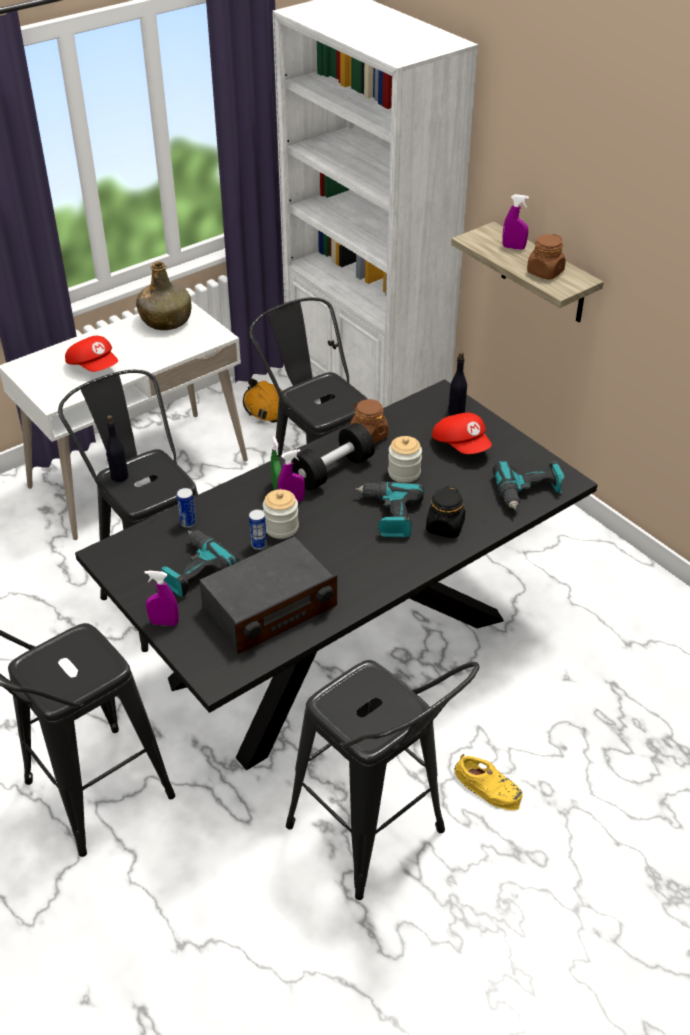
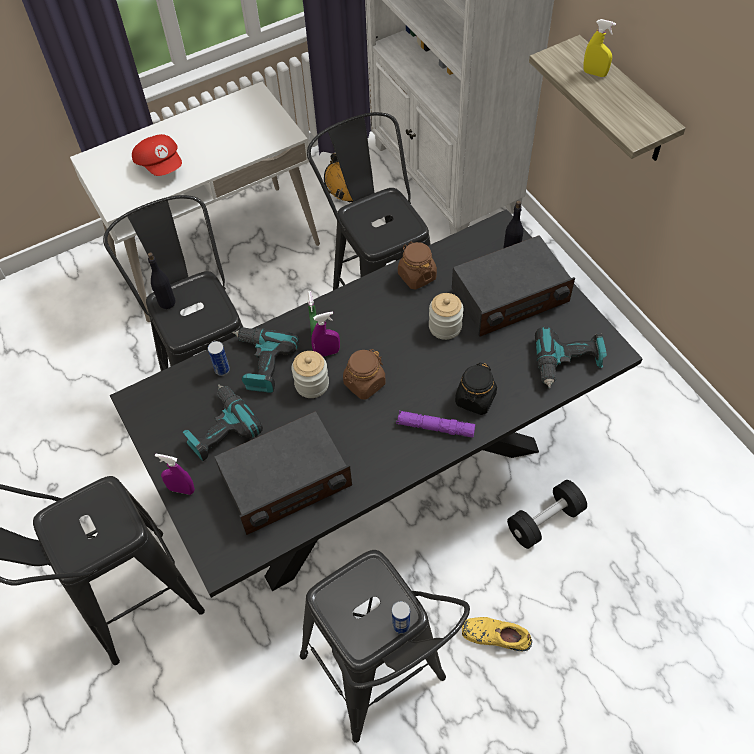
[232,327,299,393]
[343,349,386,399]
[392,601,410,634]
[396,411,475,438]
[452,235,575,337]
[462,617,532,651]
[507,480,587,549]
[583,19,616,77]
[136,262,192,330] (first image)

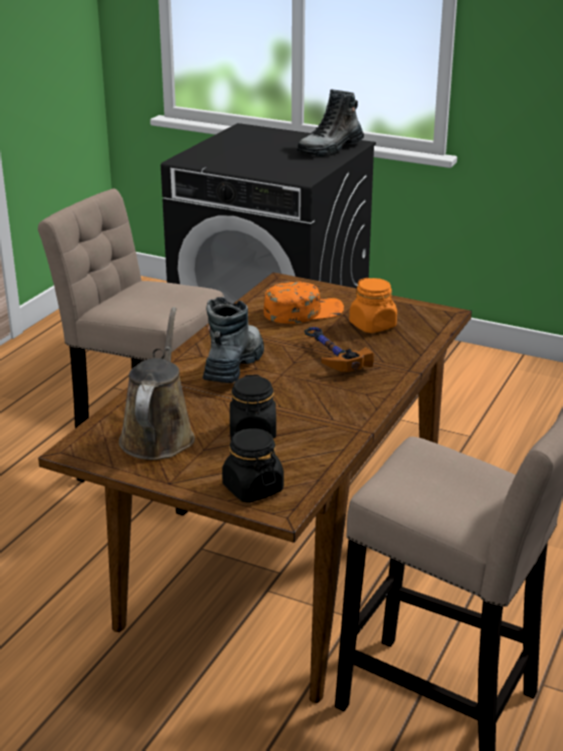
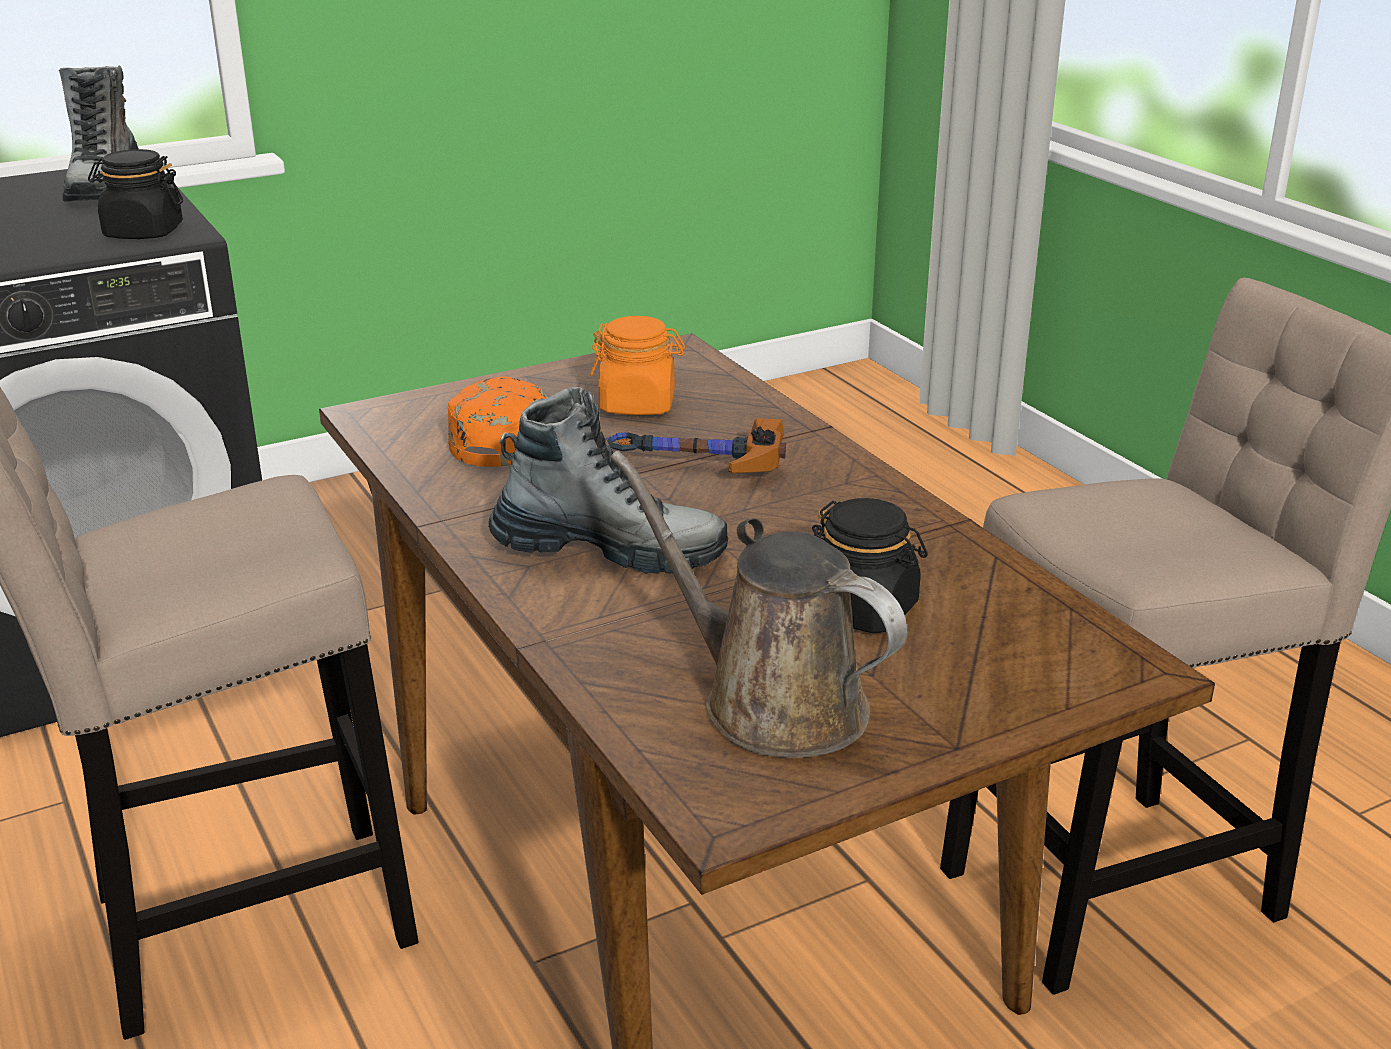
[88,149,183,239]
[489,387,728,574]

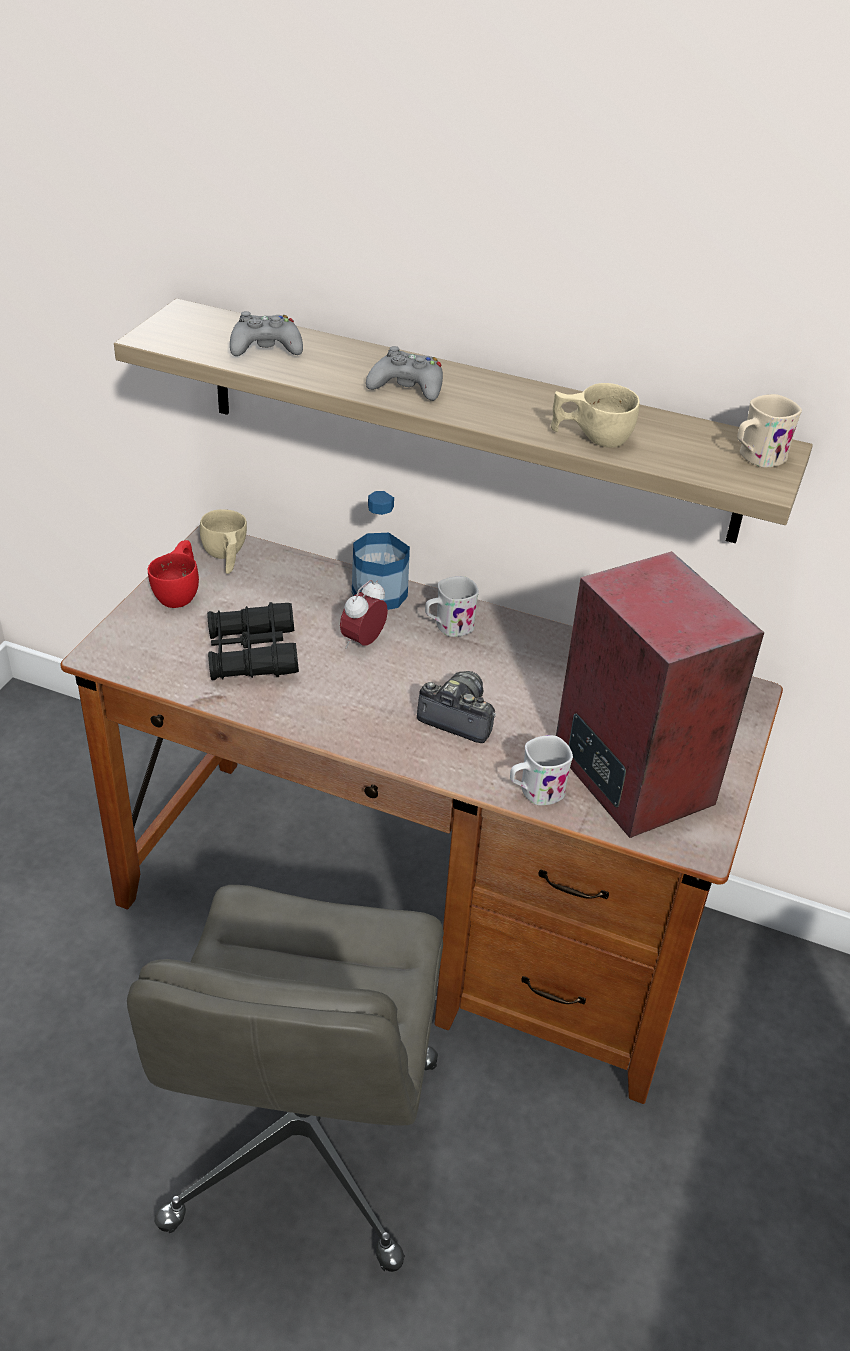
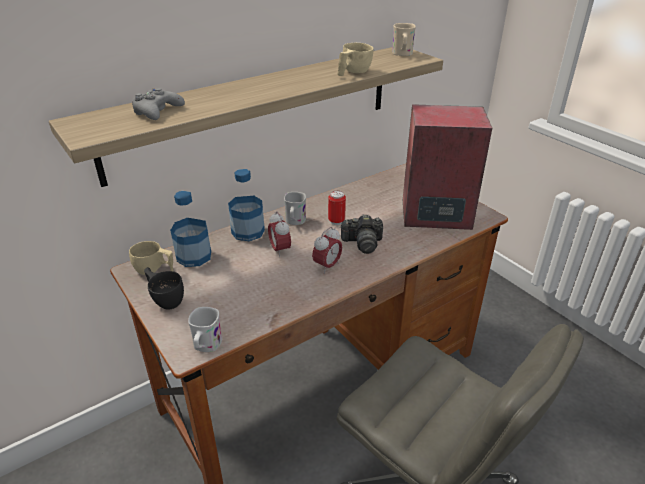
[144,267,184,310]
[170,191,211,267]
[188,307,222,352]
[312,227,342,274]
[328,191,346,225]
[340,215,383,254]
[207,602,299,680] (first image)
[366,346,443,401] (first image)

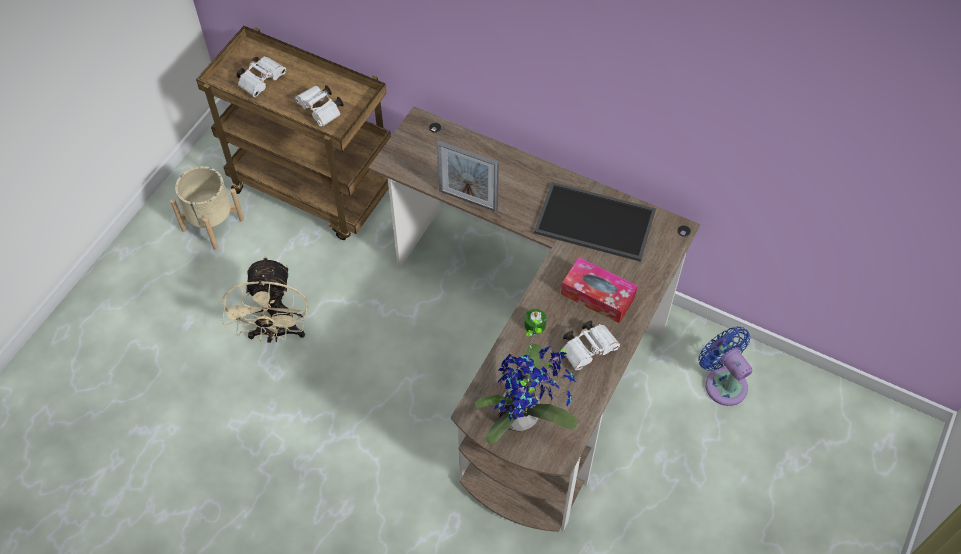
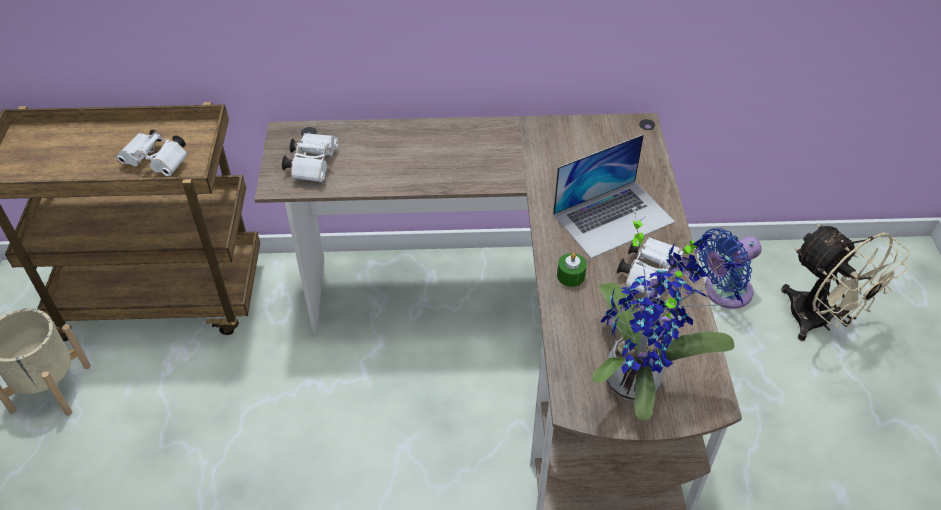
[282,133,338,182]
[553,134,675,258]
[698,228,762,309]
[781,224,910,341]
[437,140,499,212] (first image)
[534,182,656,262] (first image)

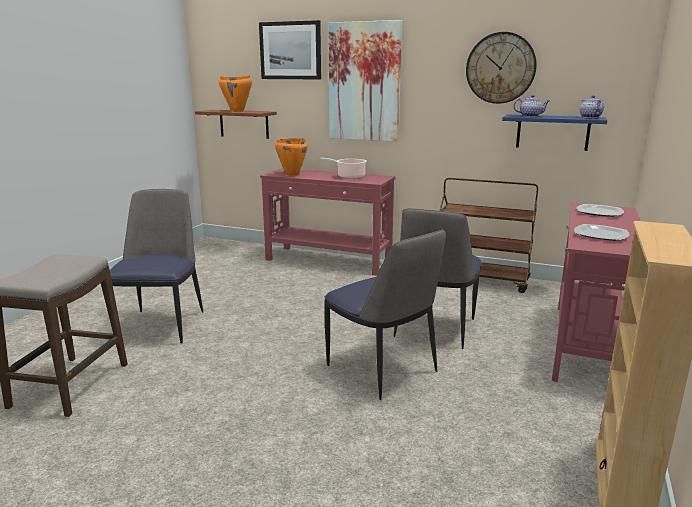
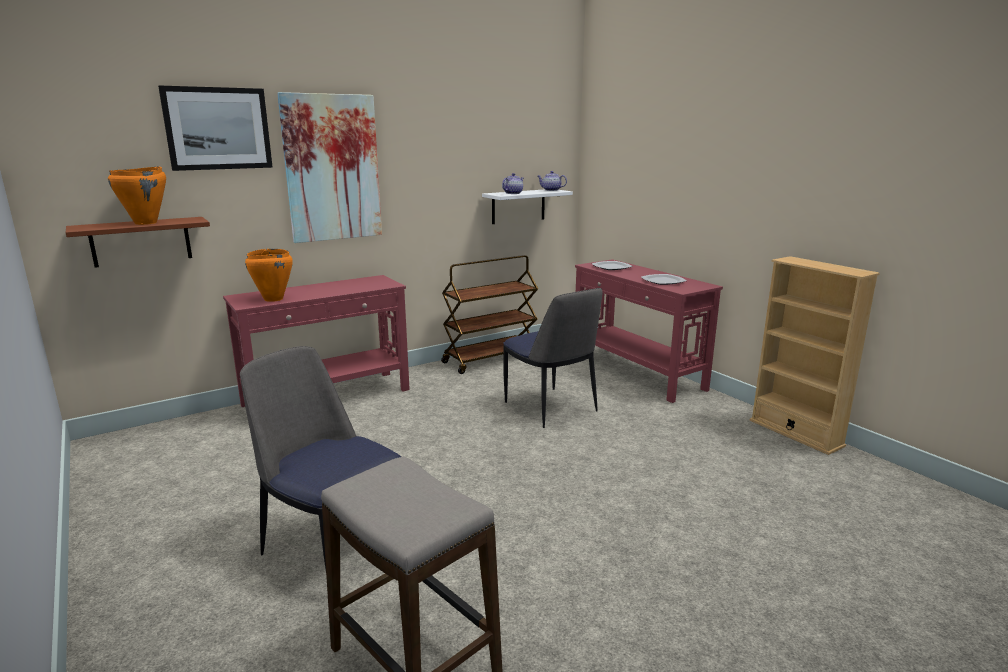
[482,189,573,224]
[319,158,367,179] (first image)
[324,229,446,400] (first image)
[466,32,537,104] (first image)

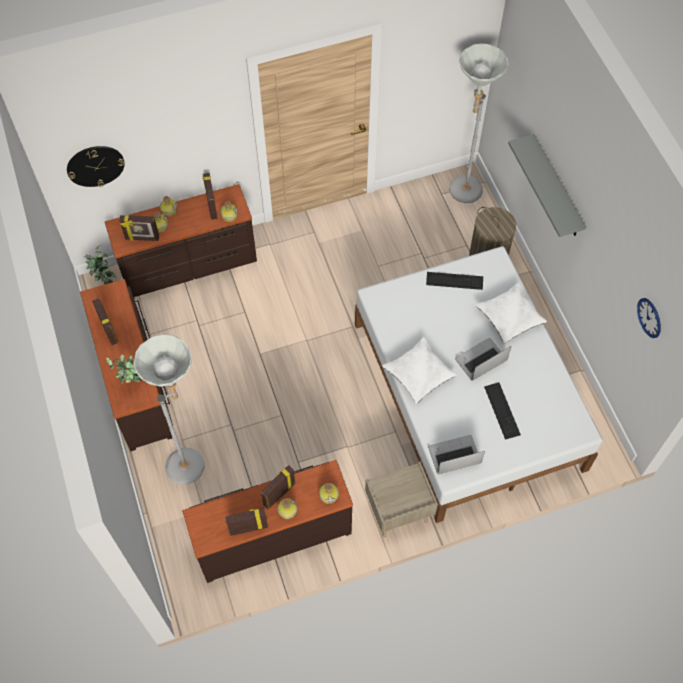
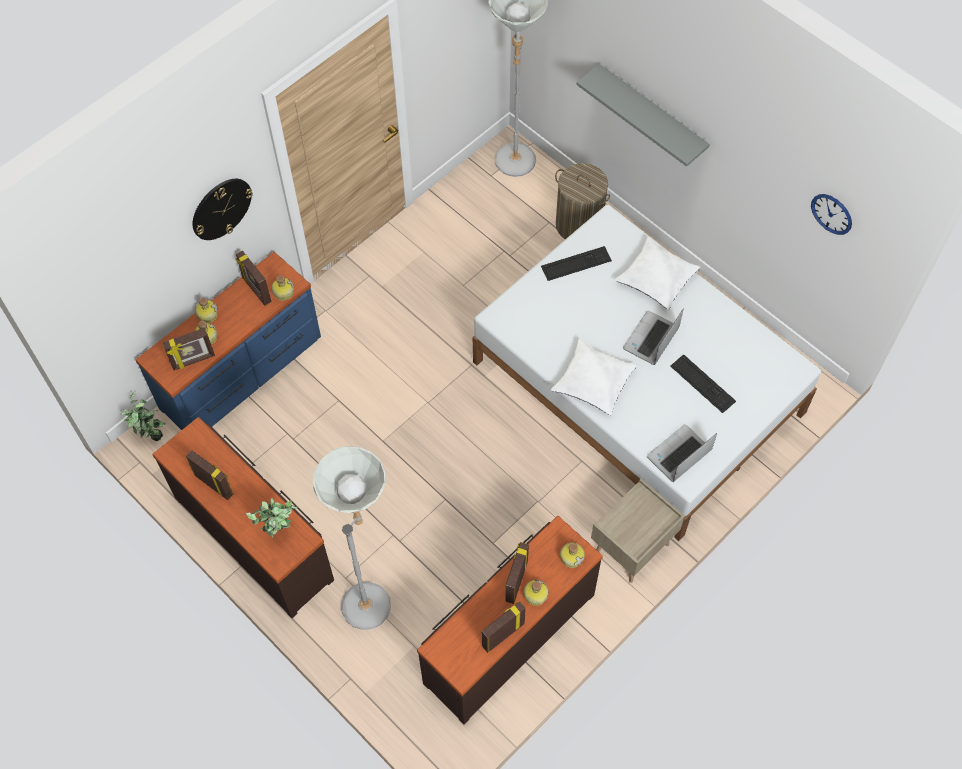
[136,252,321,430]
[192,179,253,240]

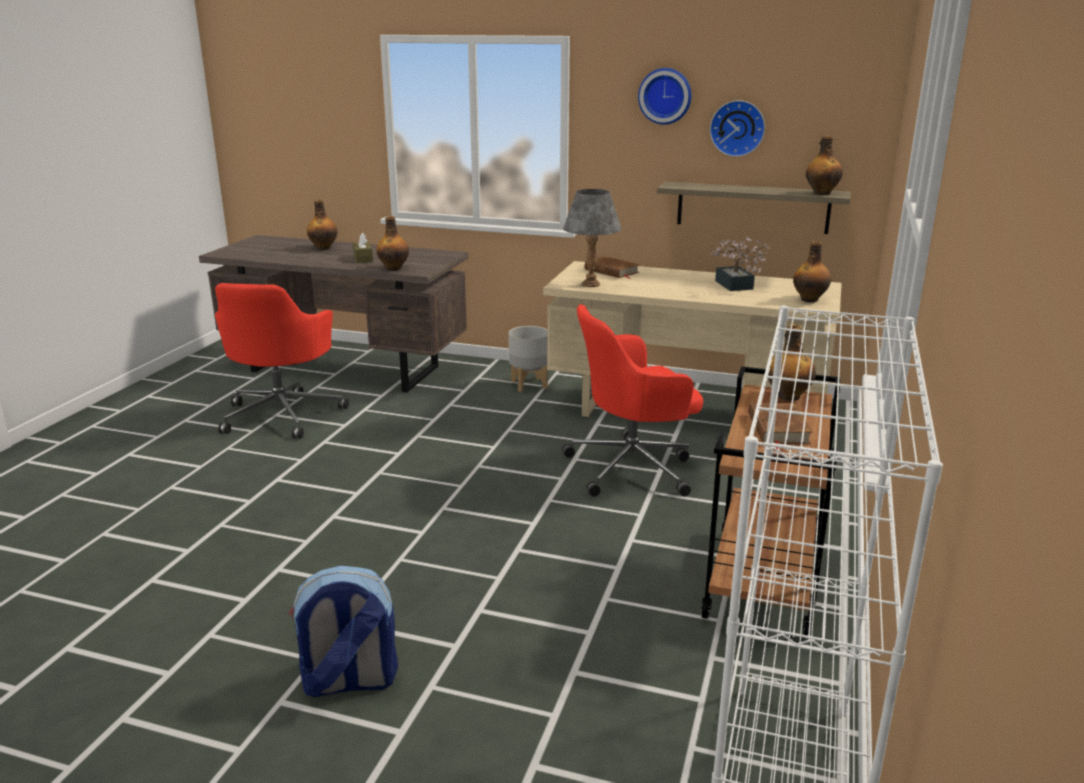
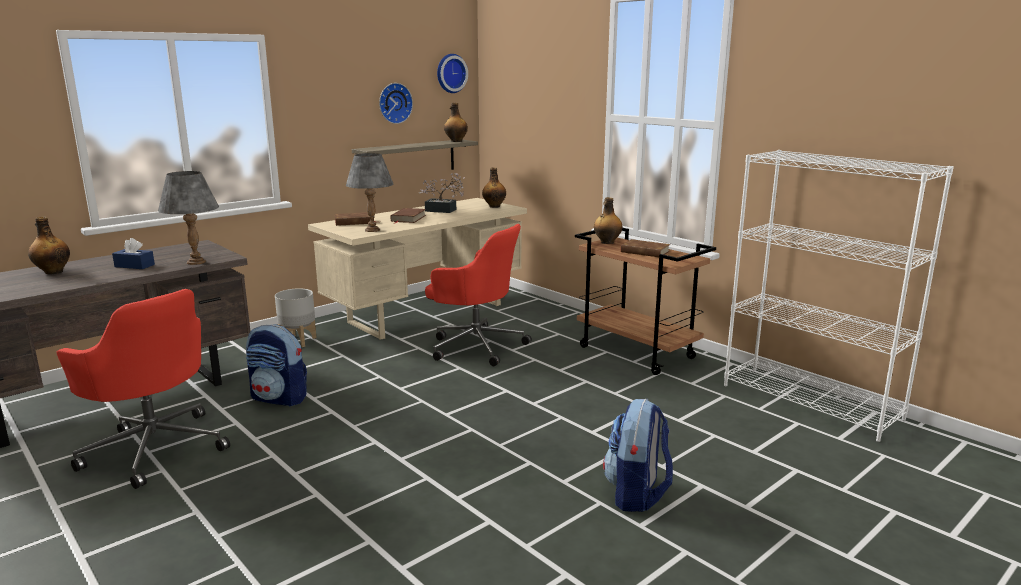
[112,238,155,269]
[158,171,219,265]
[246,324,307,406]
[390,208,426,223]
[425,224,532,366]
[437,54,468,93]

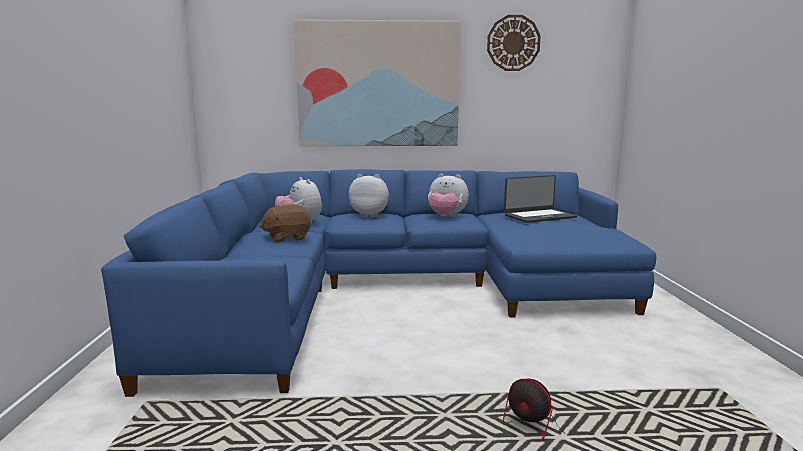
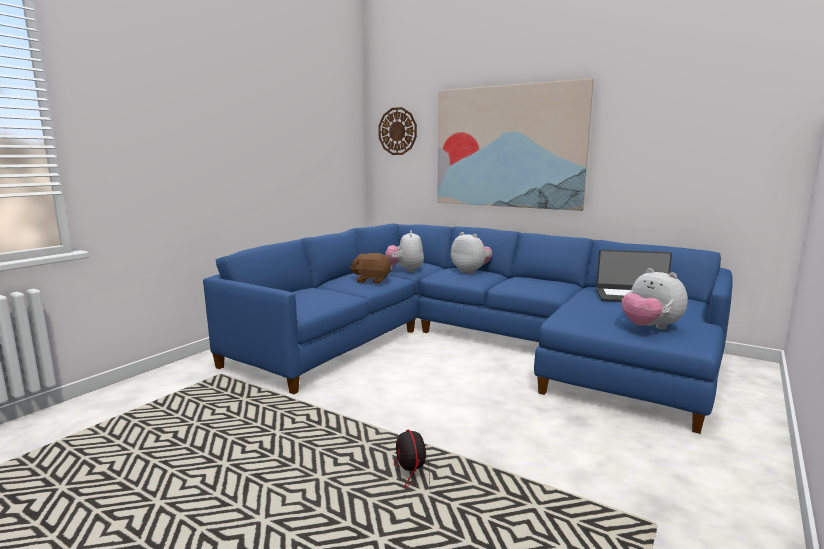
[378,107,417,155]
[622,268,688,329]

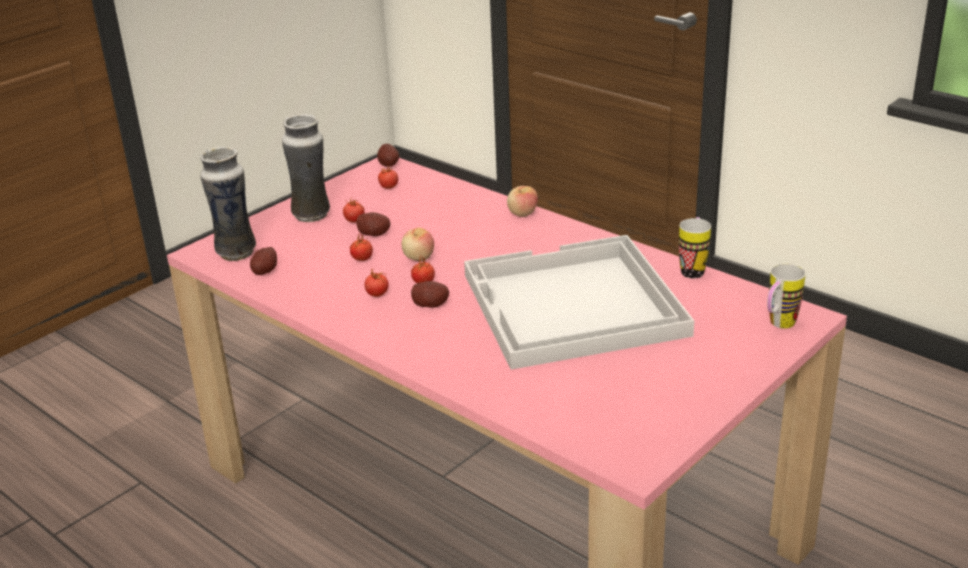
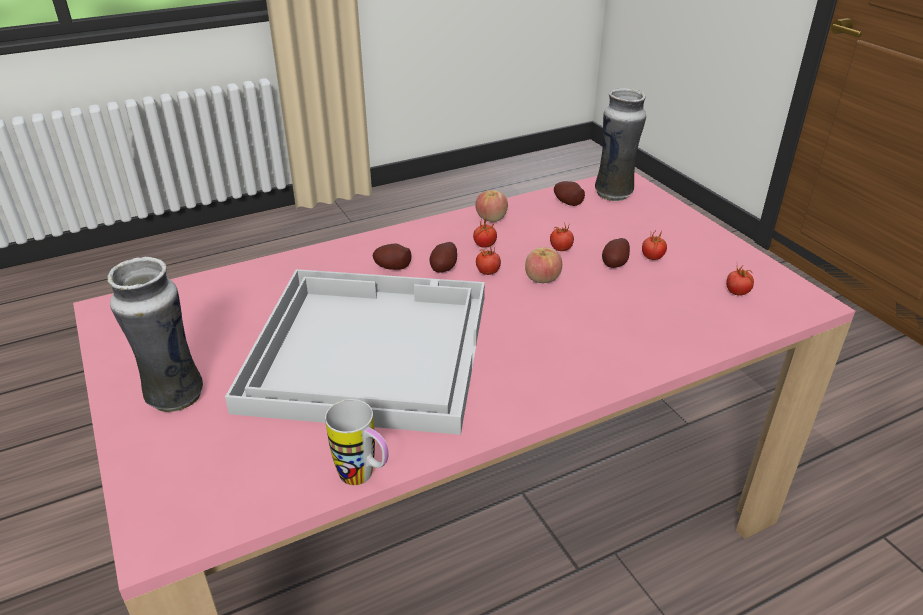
[107,257,203,412]
[373,243,412,270]
[475,190,508,222]
[767,264,806,329] (first image)

